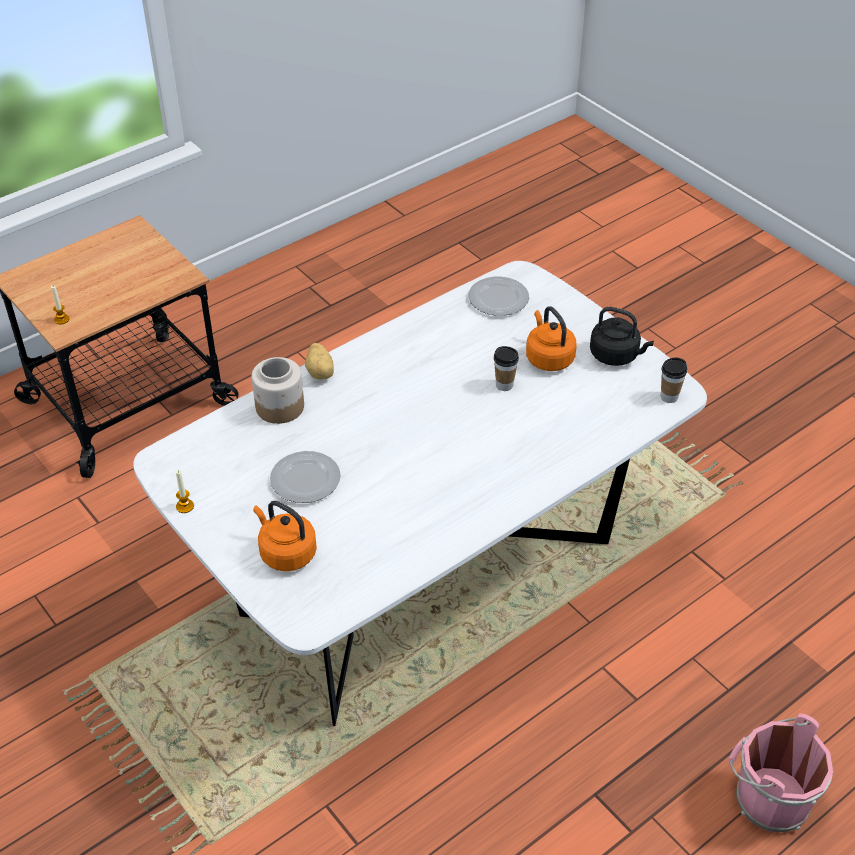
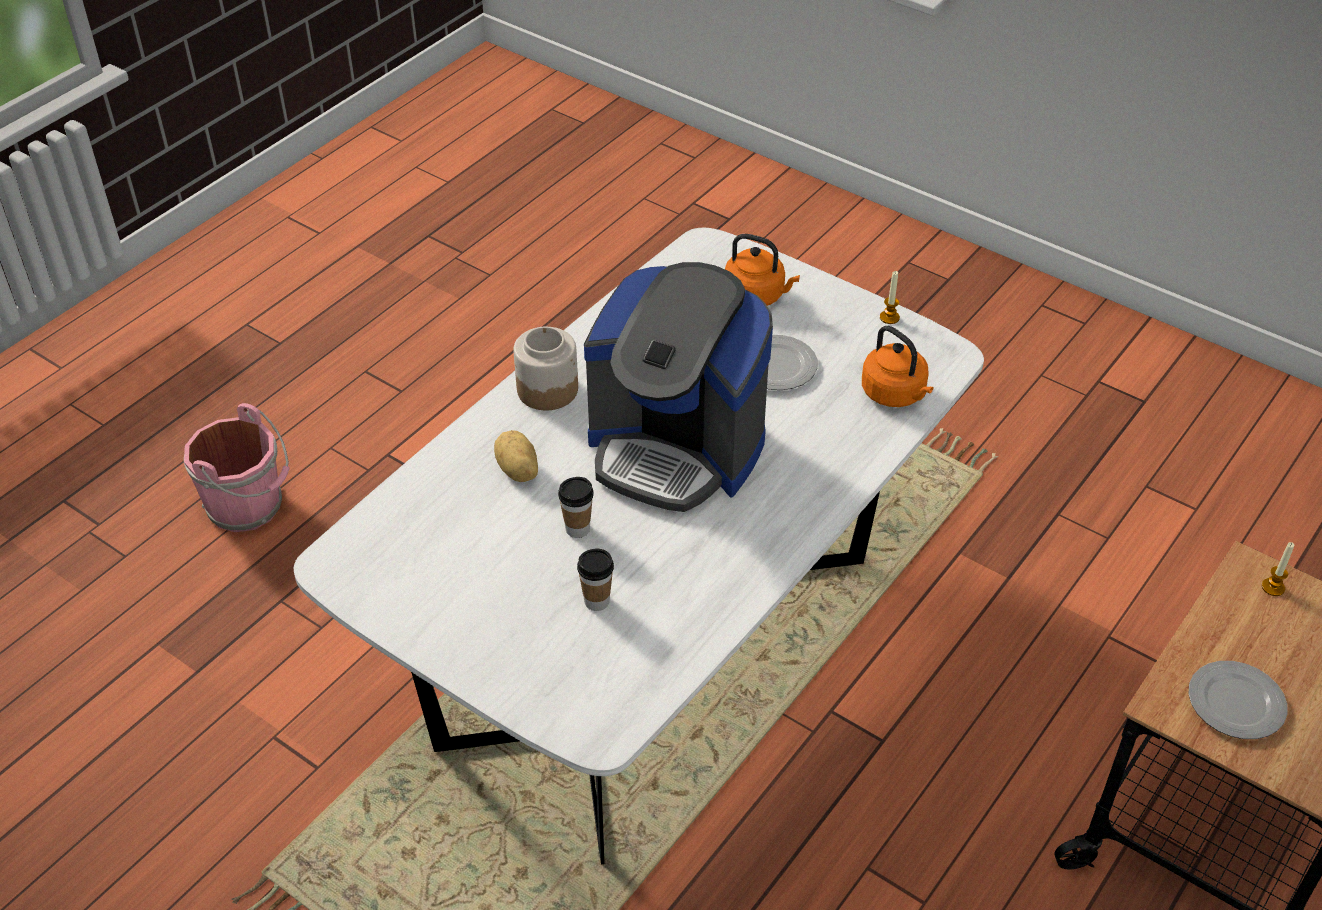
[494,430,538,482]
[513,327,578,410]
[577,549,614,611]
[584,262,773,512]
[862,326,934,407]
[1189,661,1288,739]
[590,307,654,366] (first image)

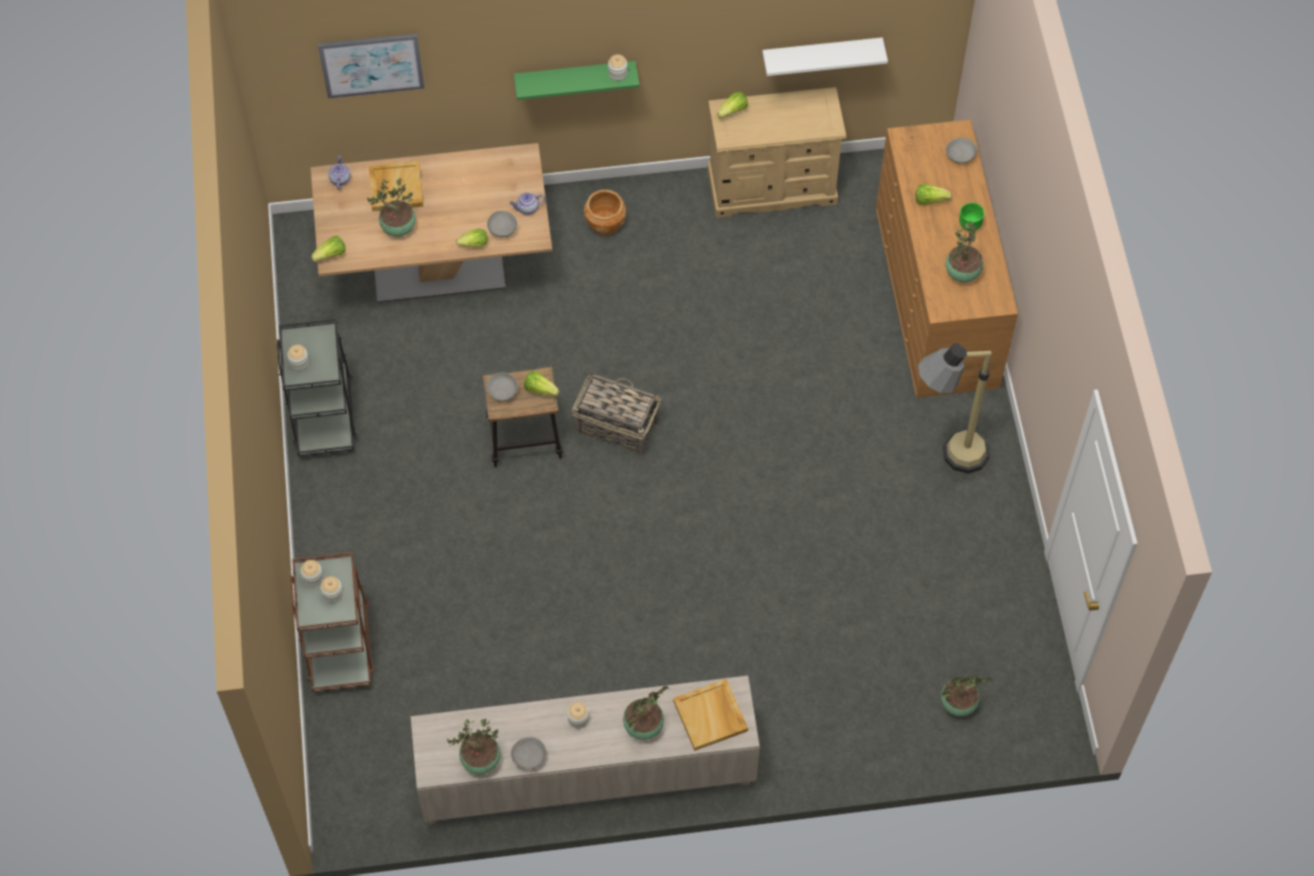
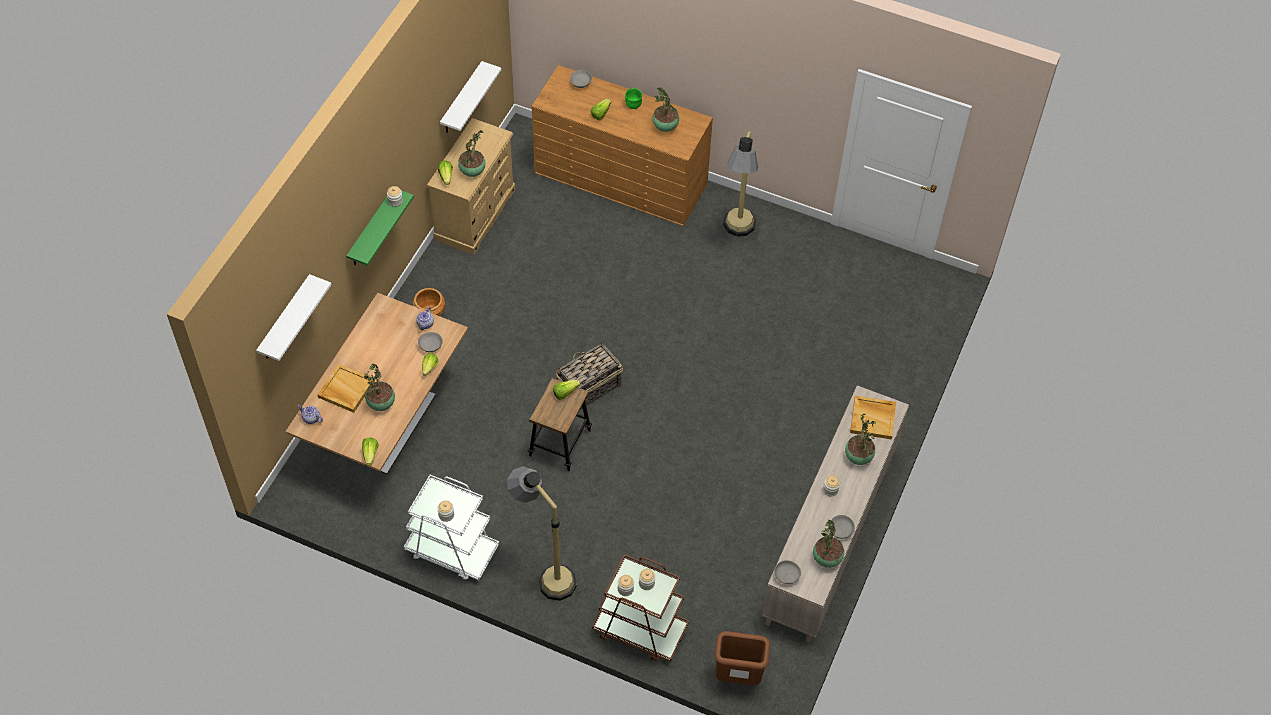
[256,274,331,361]
[404,475,499,580]
[458,130,485,177]
[507,466,577,601]
[715,631,770,686]
[774,560,801,584]

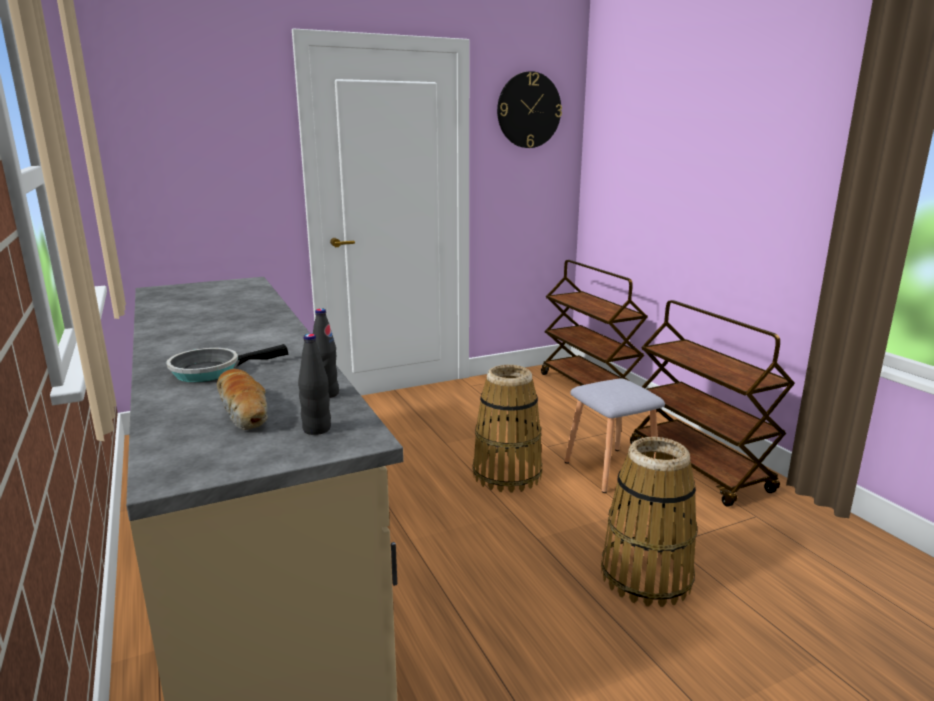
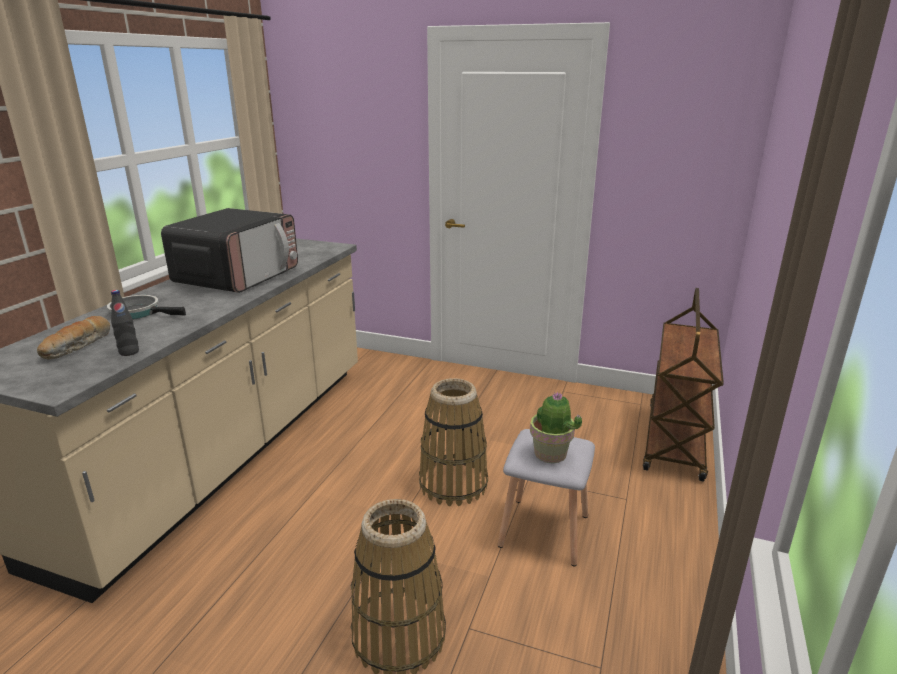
[161,208,298,293]
[530,391,582,463]
[298,334,331,435] (first image)
[497,71,562,148] (first image)
[630,300,795,507] (first image)

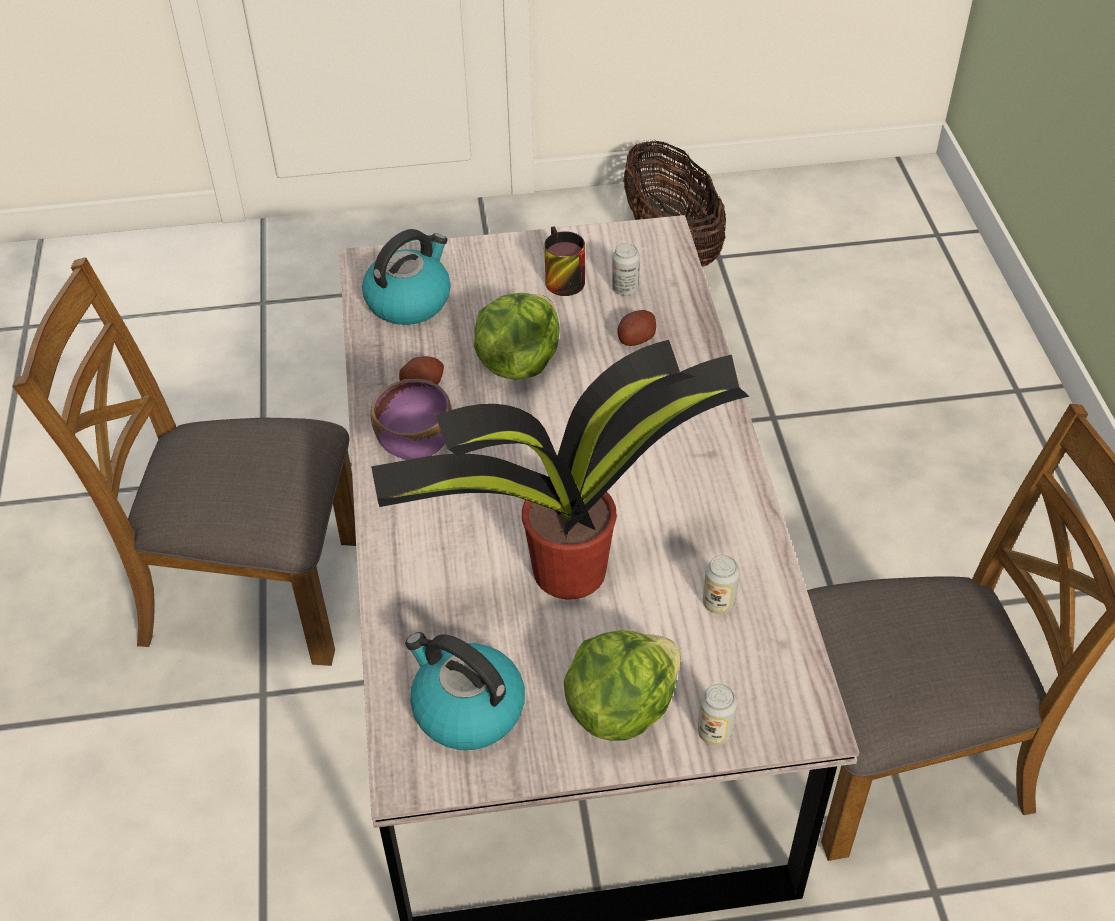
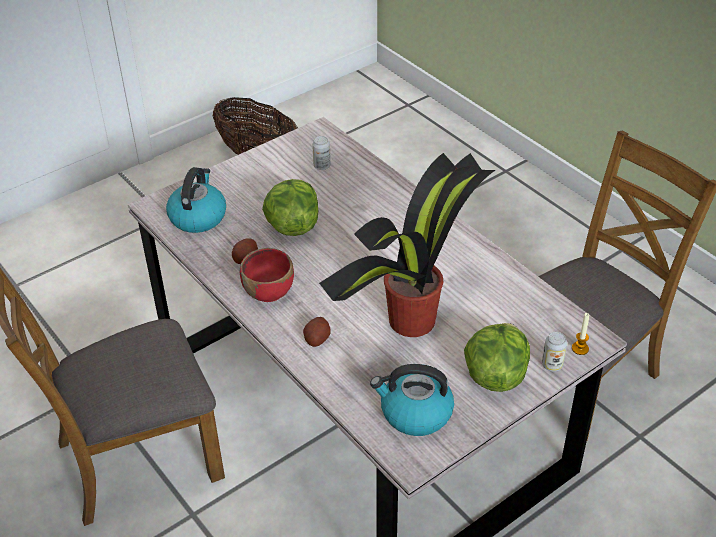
[240,248,294,302]
[303,317,331,347]
[572,313,589,355]
[544,226,585,296] (first image)
[703,555,740,614] (first image)

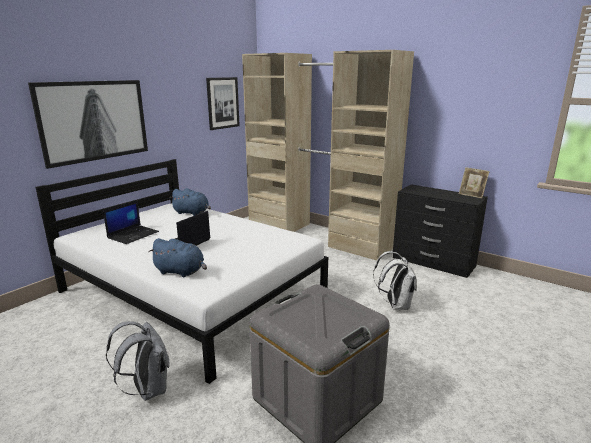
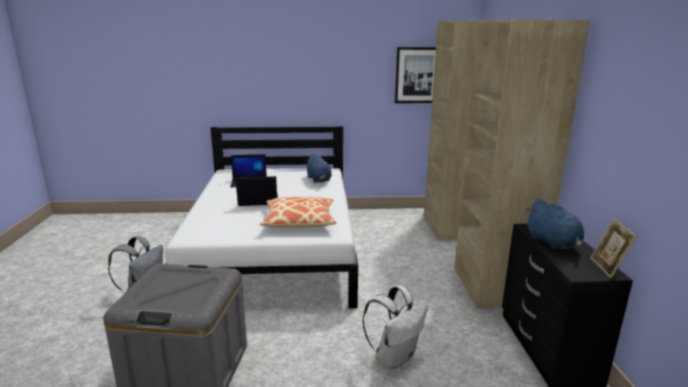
[260,197,337,228]
[526,199,584,249]
[28,80,148,169] (first image)

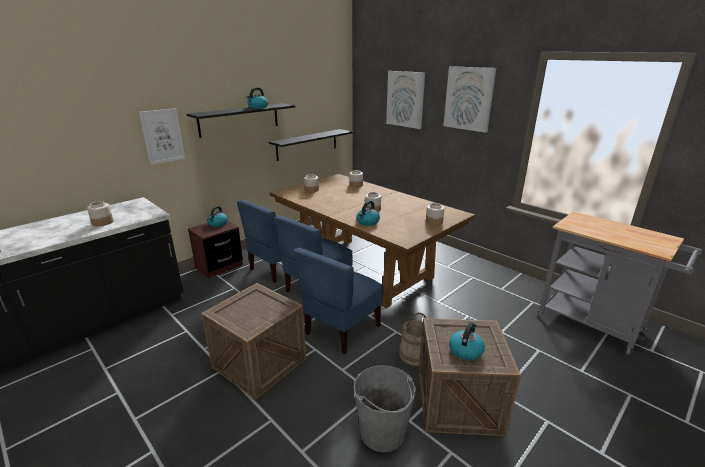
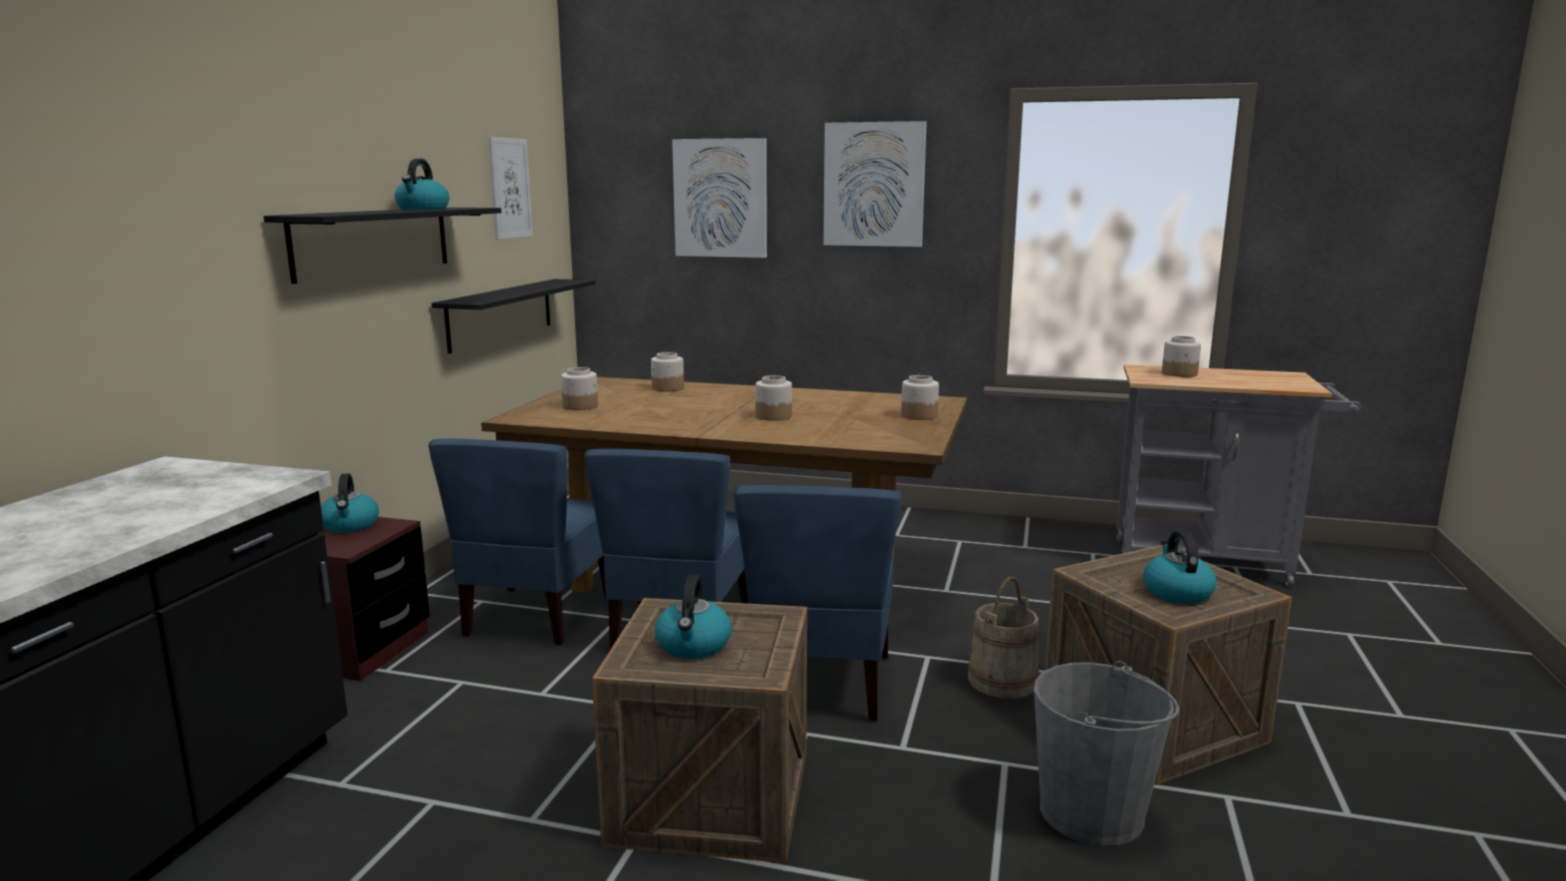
[488,137,533,240]
[655,575,731,659]
[1162,336,1201,377]

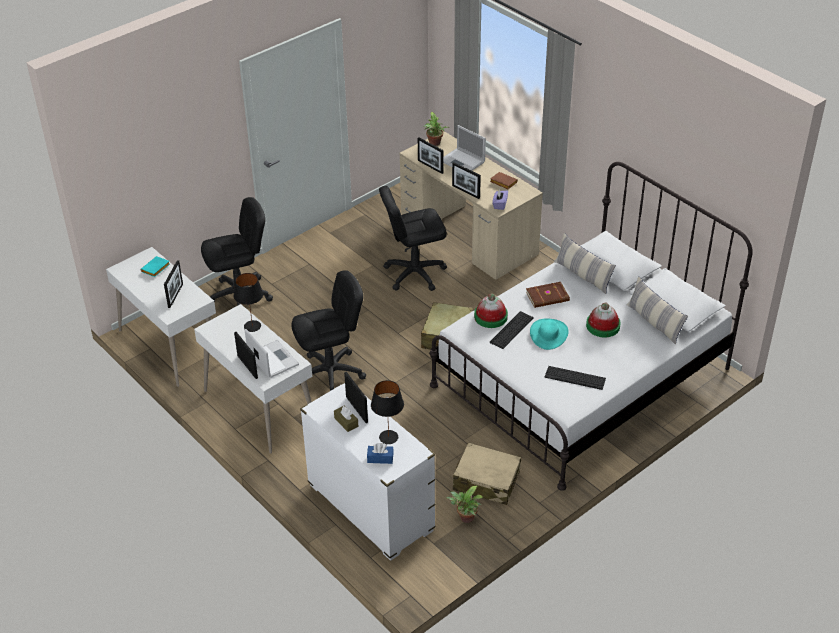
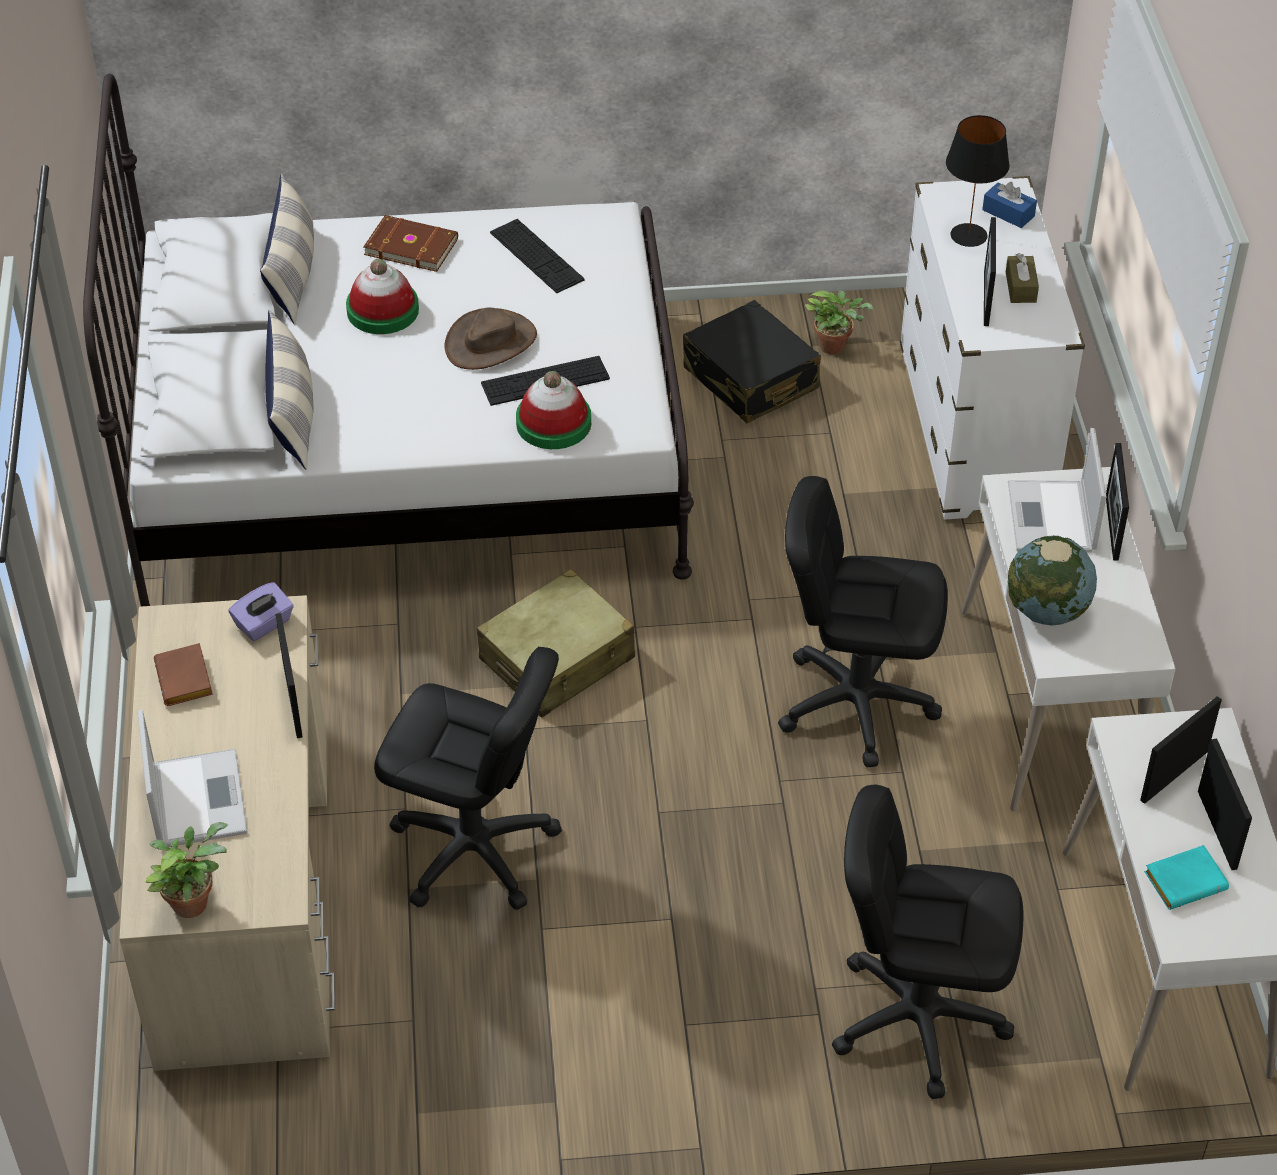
[363,215,458,272]
[445,307,537,370]
[683,300,821,423]
[1008,536,1097,625]
[1198,739,1252,870]

